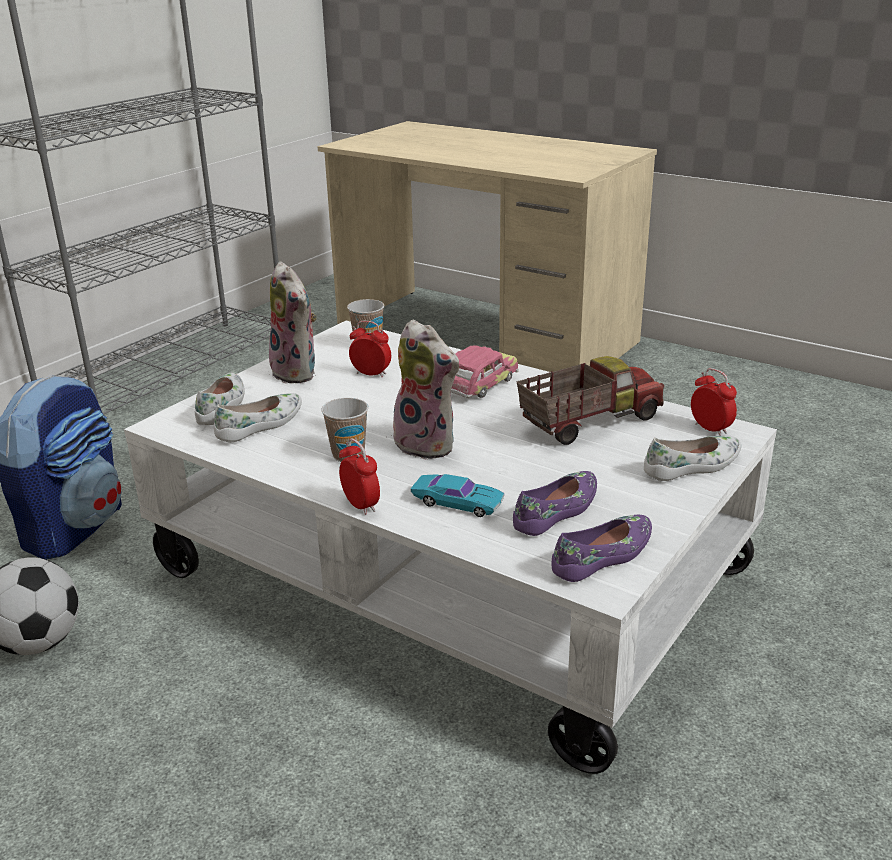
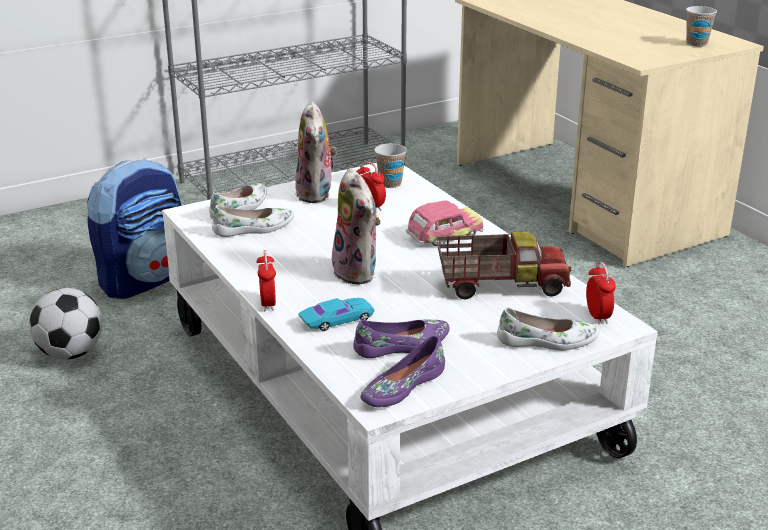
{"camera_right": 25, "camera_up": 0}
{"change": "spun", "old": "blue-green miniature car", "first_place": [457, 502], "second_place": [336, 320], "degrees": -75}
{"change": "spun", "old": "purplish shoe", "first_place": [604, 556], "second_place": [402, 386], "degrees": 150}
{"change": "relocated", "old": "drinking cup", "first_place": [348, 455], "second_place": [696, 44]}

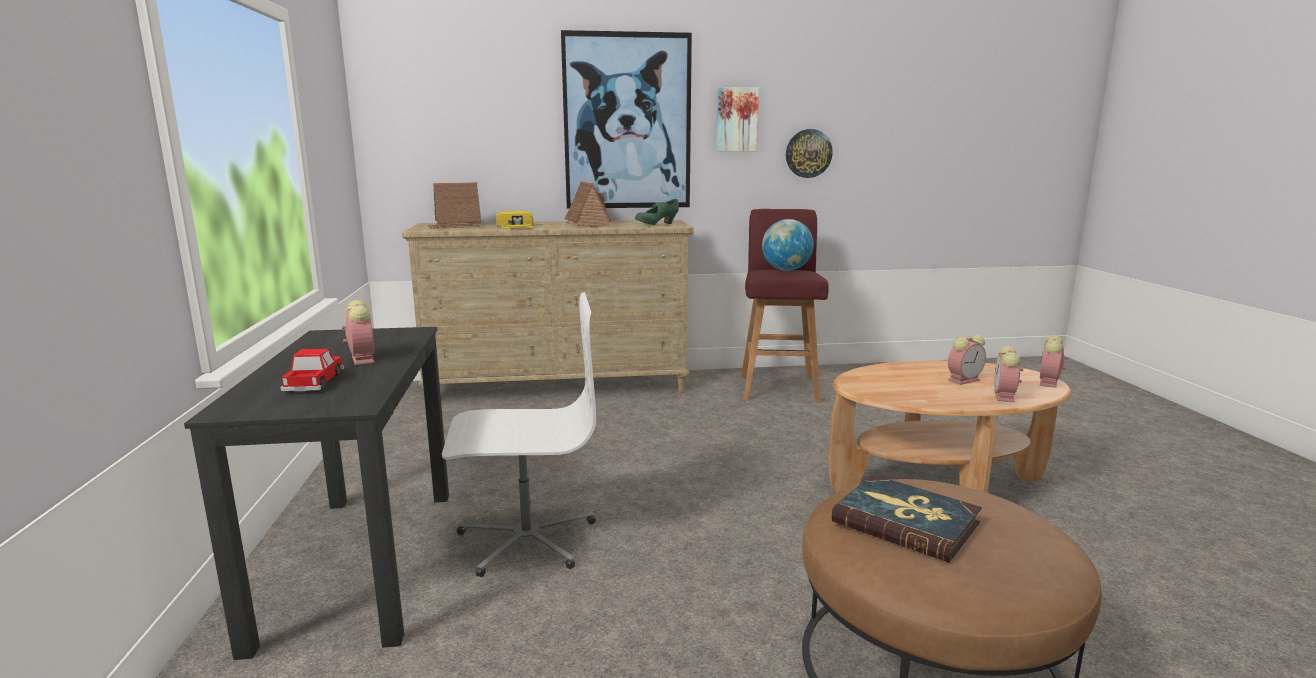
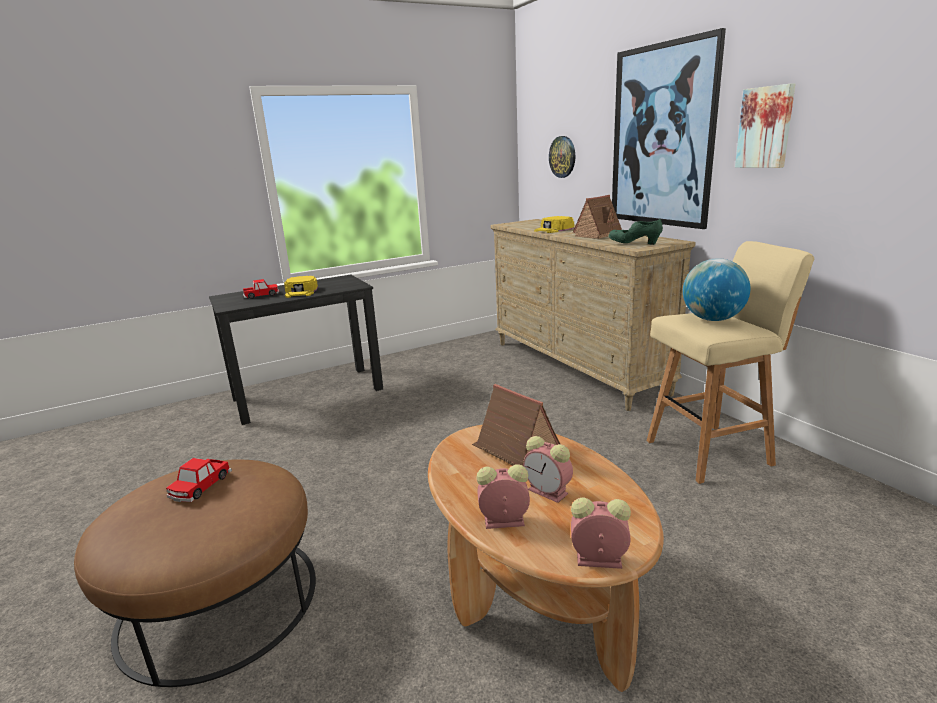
{"camera_right": 70, "camera_up": 5}
{"change": "exchanged", "old": "book", "new": "miniature car", "first_place": [906, 522], "second_place": [200, 486]}
{"change": "exchanged", "old": "table clock", "new": "yellow-coloured cap", "first_place": [362, 358], "second_place": [301, 291]}
{"change": "relocated", "old": "toy house", "first_place": [455, 226], "second_place": [514, 449]}
{"change": "relocated", "old": "clock on the wall", "first_place": [808, 153], "second_place": [562, 157]}
{"change": "colour", "old": "reddish stool", "new": "beige-coloured stool", "first_place": [779, 387], "second_place": [711, 452]}
{"change": "missing", "old": "white-coloured computer chair", "first_place": [526, 539]}

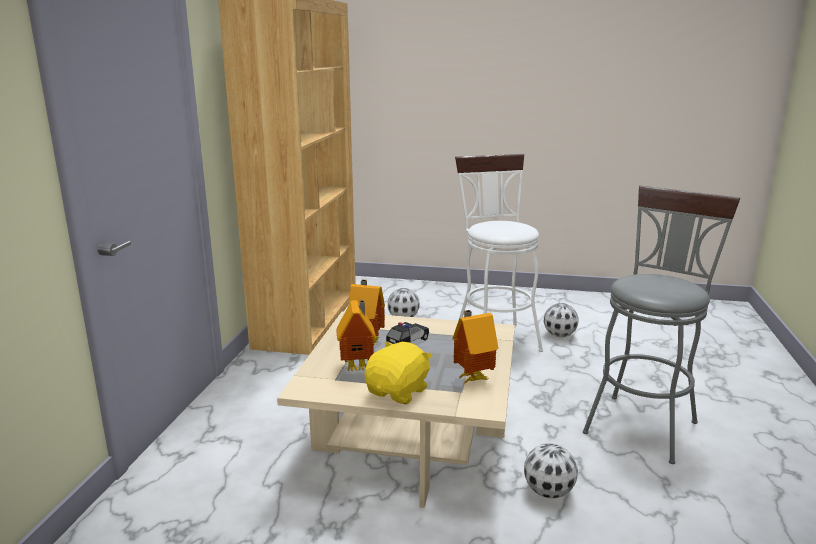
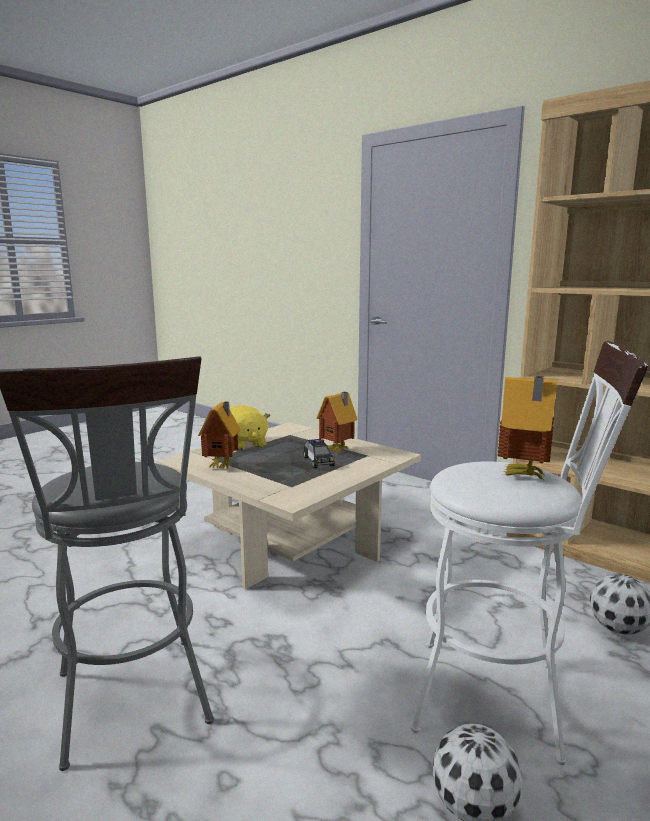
{"camera_right": 120, "camera_up": -5}
{"change": "relocated", "old": "toy house", "first_place": [358, 367], "second_place": [523, 476]}
{"change": "missing", "old": "football ball", "first_place": [549, 492]}

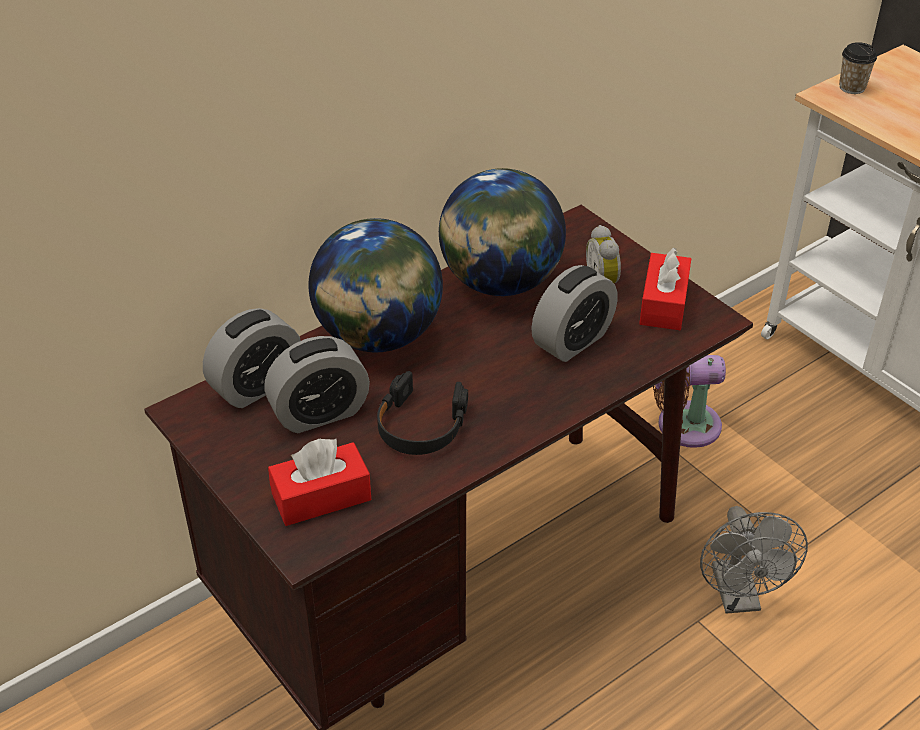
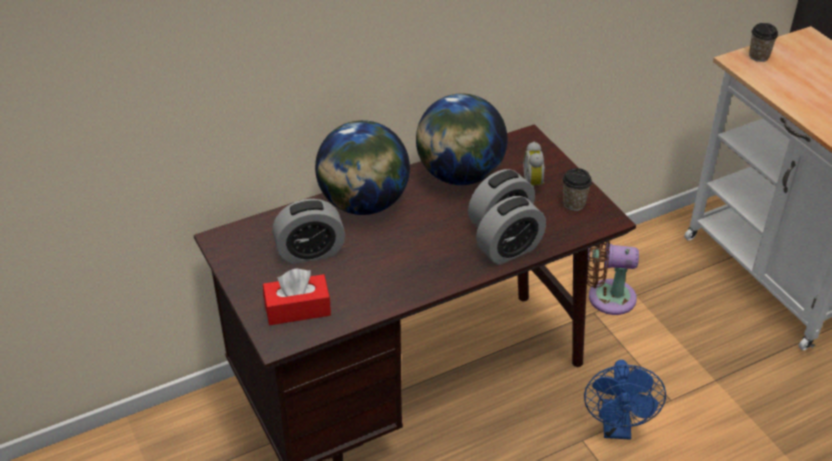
{"camera_right": 10, "camera_up": 0}
{"change": "relocated", "old": "table clock", "first_place": [257, 386], "second_place": [509, 250]}
{"change": "exchanged", "old": "reddish box of tissues", "new": "drinking cup", "first_place": [663, 304], "second_place": [574, 203]}
{"change": "colour", "old": "greyish fan", "new": "blue fan", "first_place": [739, 598], "second_place": [617, 428]}
{"change": "missing", "old": "black-coloured headphones", "first_place": [420, 425]}

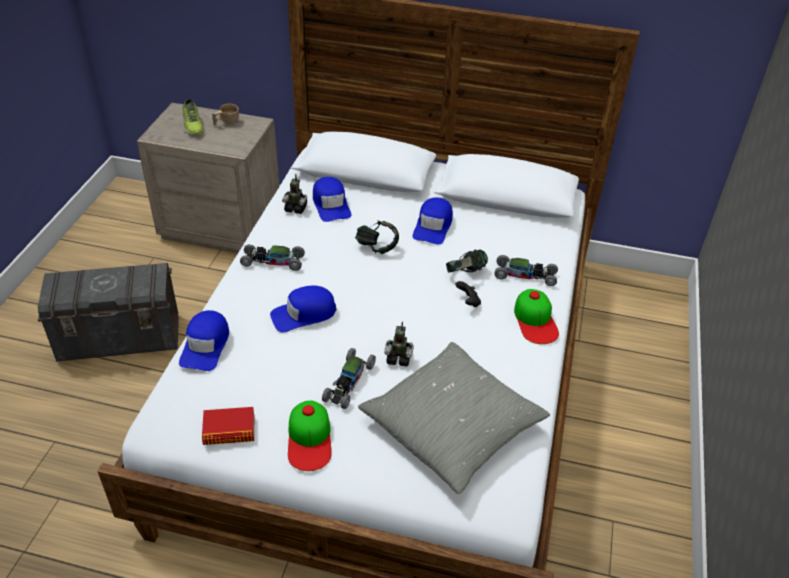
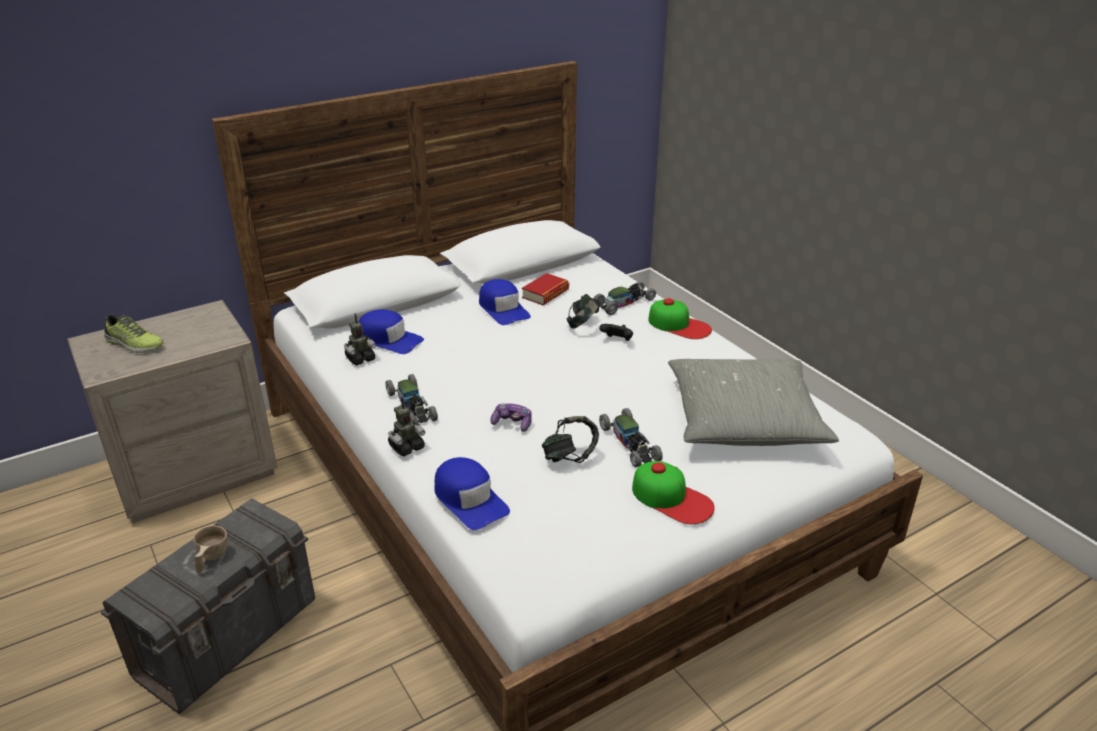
{"camera_right": -45, "camera_up": -10}
{"change": "relocated", "old": "beige-coloured drinking cup", "first_place": [226, 122], "second_place": [210, 559]}
{"change": "spun", "old": "miniature car", "first_place": [273, 261], "second_place": [412, 406], "degrees": -75}
{"change": "relocated", "old": "toy robot", "first_place": [398, 358], "second_place": [406, 447]}
{"change": "exchanged", "old": "blue cap", "new": "joypad", "first_place": [303, 314], "second_place": [512, 423]}
{"change": "relocated", "old": "book", "first_place": [229, 430], "second_place": [545, 294]}
{"change": "relocated", "old": "headphones", "first_place": [377, 247], "second_place": [570, 456]}

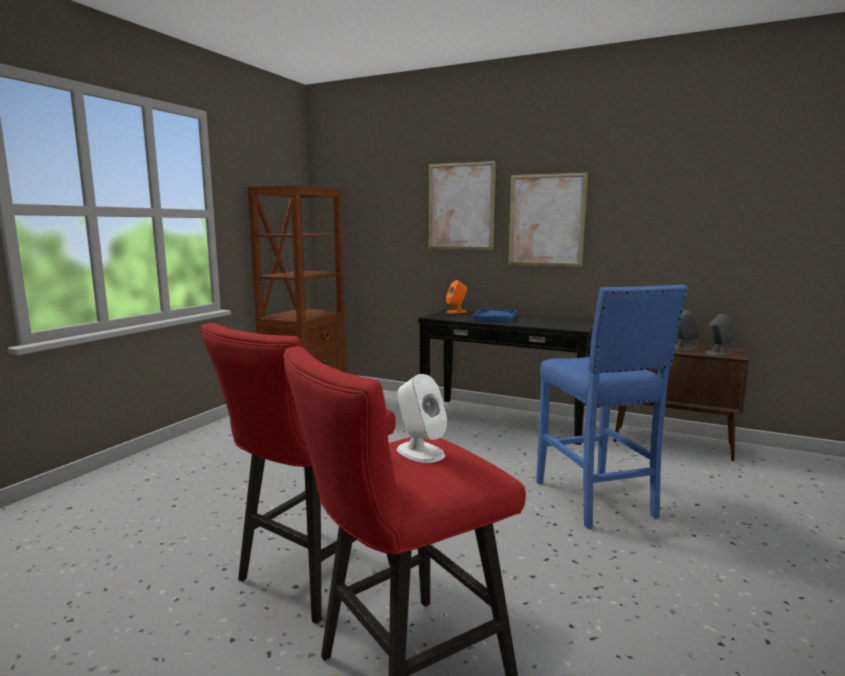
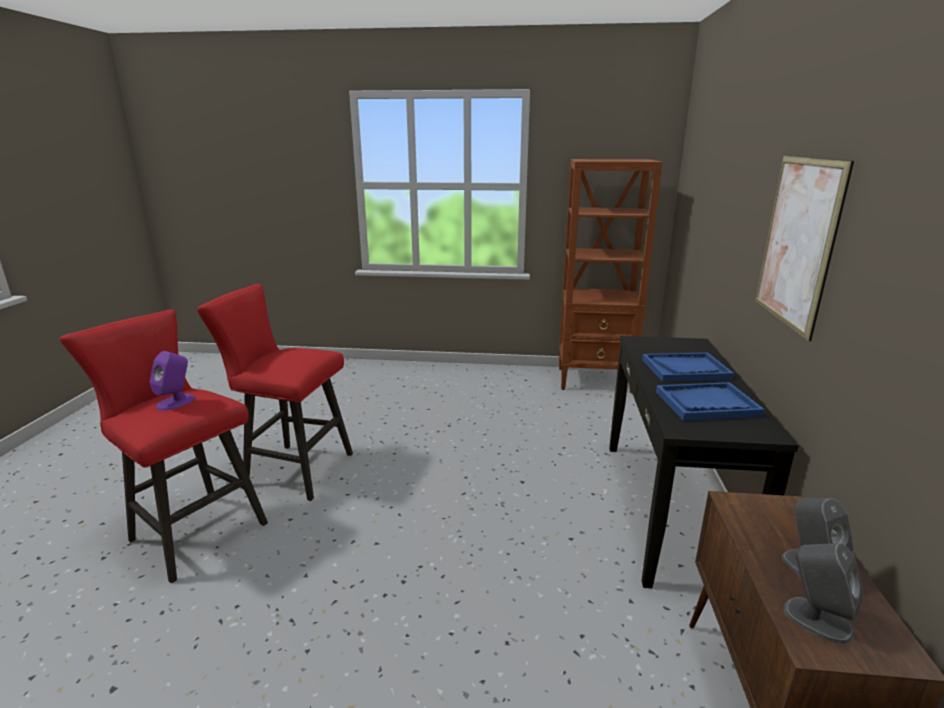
{"camera_right": 70, "camera_up": 10}
{"change": "colour", "old": "white-coloured loudspeaker", "new": "purplish loudspeaker", "first_place": [420, 452], "second_place": [176, 402]}
{"change": "appeared", "new": "blue tray", "second_place": [706, 404]}
{"change": "missing", "old": "wall art", "first_place": [461, 206]}
{"change": "missing", "old": "orange-coloured loudspeaker", "first_place": [456, 312]}
{"change": "missing", "old": "blue stool", "first_place": [595, 500]}

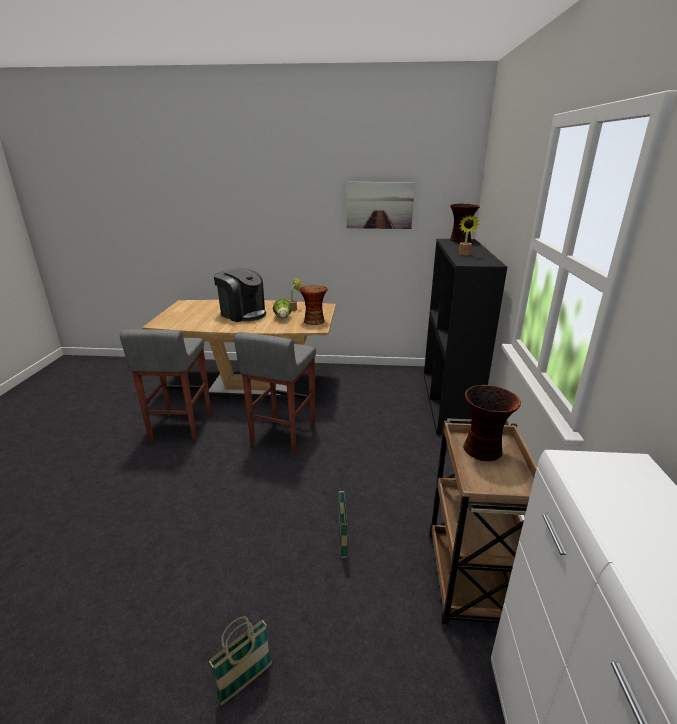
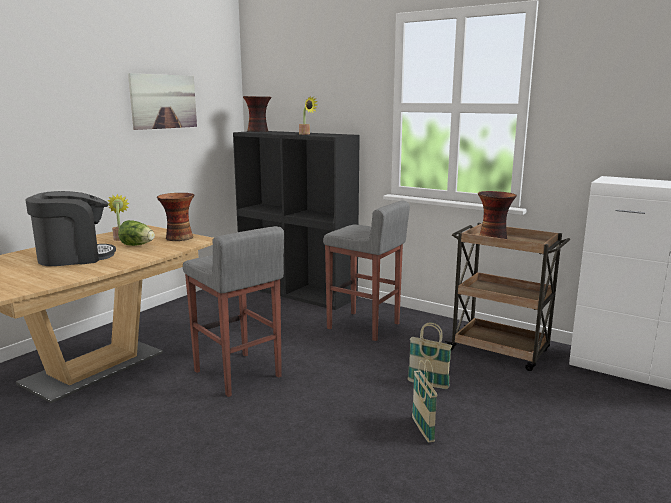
{"camera_right": -60, "camera_up": -10}
{"change": "relocated", "old": "greyish stool", "first_place": [180, 428], "second_place": [364, 326]}
{"change": "relocated", "old": "basket", "first_place": [245, 682], "second_place": [422, 430]}

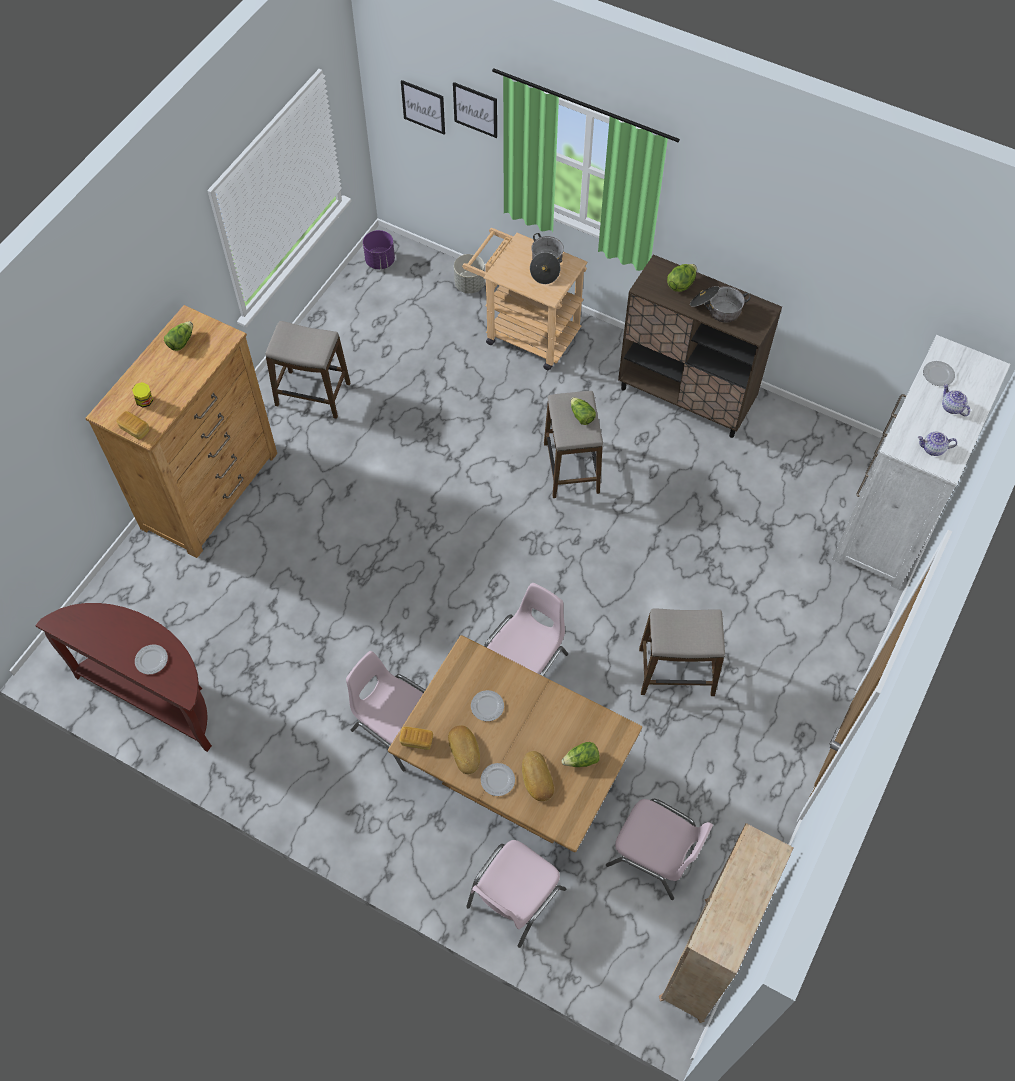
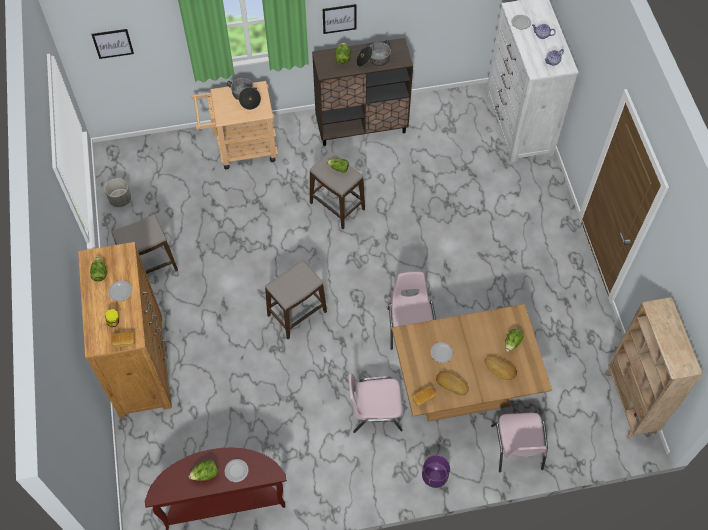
{"camera_right": -40, "camera_up": 0}
{"change": "relocated", "old": "greyish plant pot", "first_place": [470, 284], "second_place": [120, 199]}
{"change": "relocated", "old": "flat dish", "first_place": [498, 780], "second_place": [121, 291]}
{"change": "appeared", "new": "head of lettuce", "second_place": [205, 474]}
{"change": "relocated", "old": "stool", "first_place": [676, 672], "second_place": [296, 313]}
{"change": "relocated", "old": "wall art", "first_place": [475, 109], "second_place": [339, 18]}
{"change": "relocated", "old": "purplish plant pot", "first_place": [380, 261], "second_place": [434, 476]}
{"change": "missing", "old": "pinkish chair", "first_place": [655, 855]}

